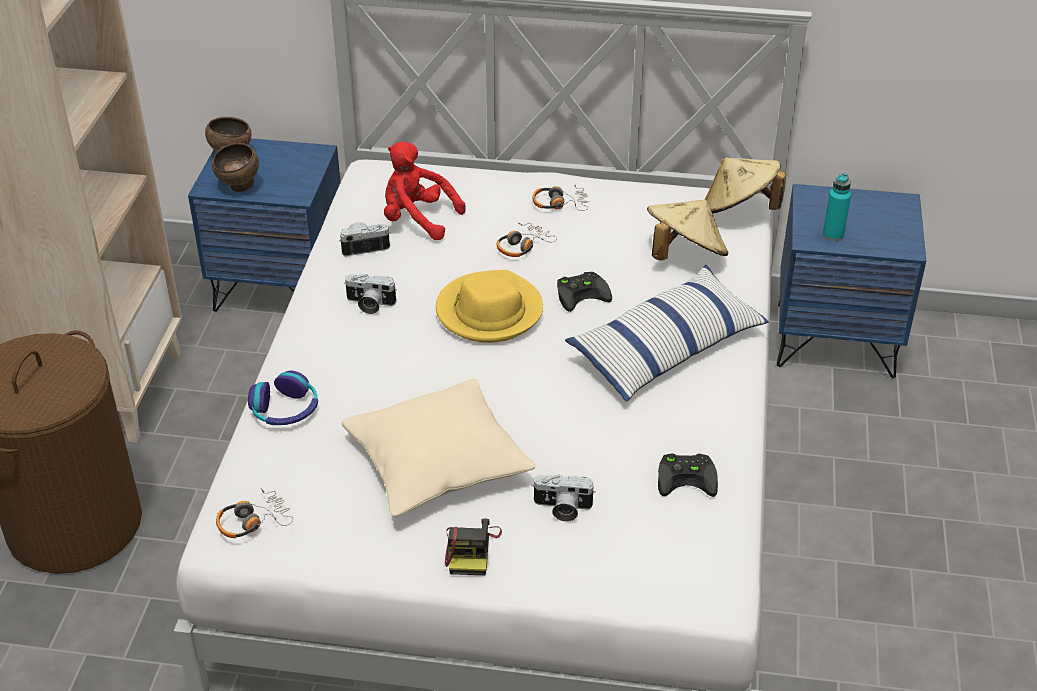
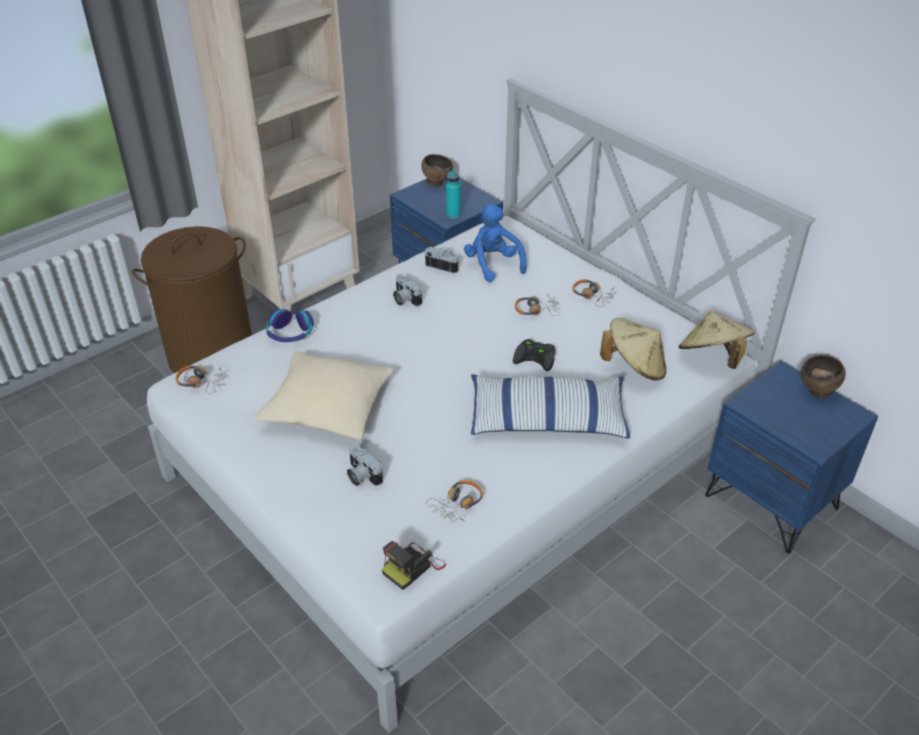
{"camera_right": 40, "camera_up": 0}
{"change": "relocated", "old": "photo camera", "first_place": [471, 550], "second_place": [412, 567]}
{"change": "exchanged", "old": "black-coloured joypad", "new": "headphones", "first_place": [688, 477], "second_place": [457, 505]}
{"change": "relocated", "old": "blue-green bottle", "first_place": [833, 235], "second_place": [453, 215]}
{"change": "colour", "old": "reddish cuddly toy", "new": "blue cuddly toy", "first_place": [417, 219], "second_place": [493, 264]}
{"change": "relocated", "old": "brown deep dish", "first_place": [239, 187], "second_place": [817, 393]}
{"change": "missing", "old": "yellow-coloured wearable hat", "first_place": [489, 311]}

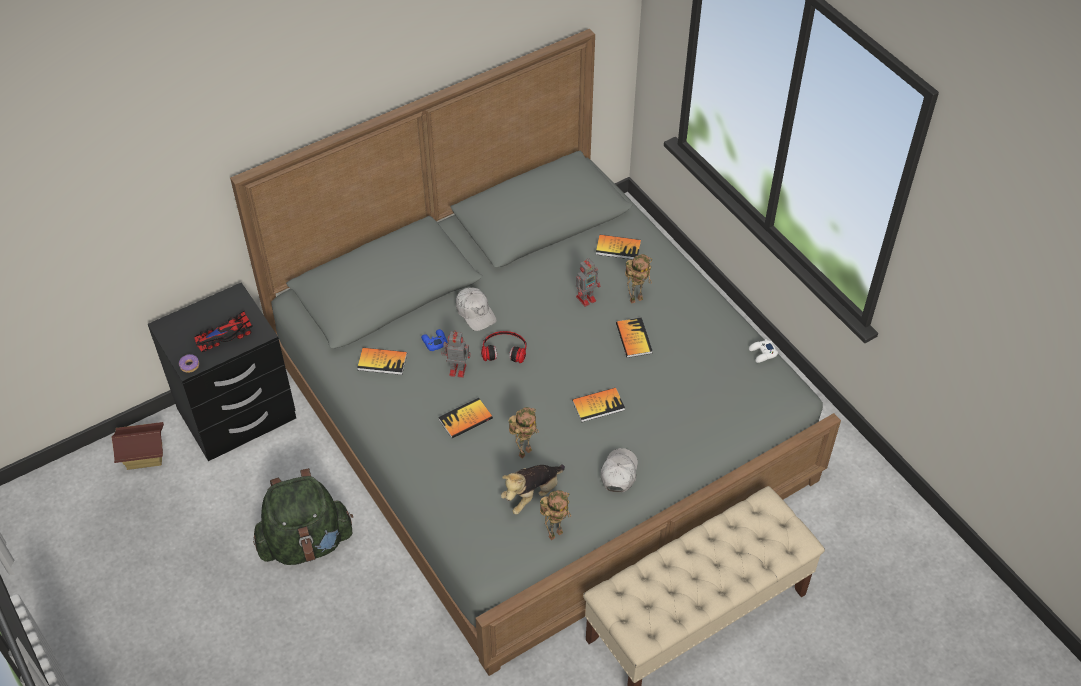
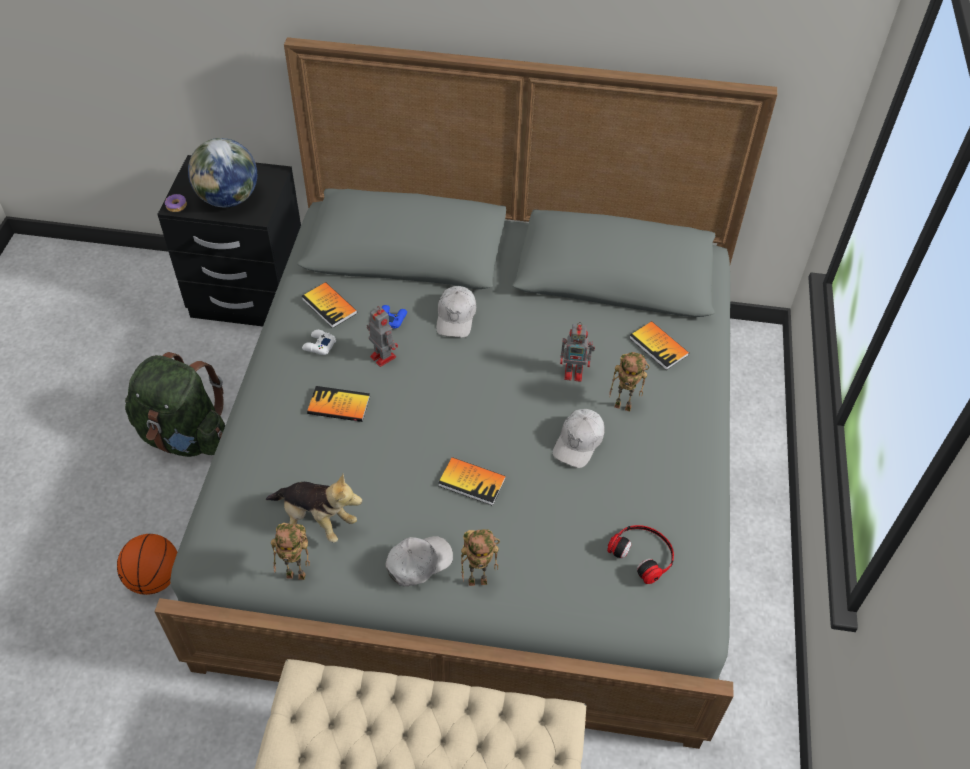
{"camera_right": 40, "camera_up": 0}
{"change": "appeared", "new": "basketball", "second_place": [155, 579]}
{"change": "exchanged", "old": "miniature car", "new": "world globe", "first_place": [224, 335], "second_place": [228, 199]}
{"change": "spun", "old": "cuddly toy", "first_place": [532, 494], "second_place": [316, 519], "degrees": -150}
{"change": "relocated", "old": "white-coloured joypad", "first_place": [762, 353], "second_place": [319, 345]}
{"change": "relocated", "old": "toy robot", "first_place": [524, 451], "second_place": [479, 580]}
{"change": "exchanged", "old": "book", "new": "white-coloured cap", "first_place": [633, 338], "second_place": [579, 442]}
{"change": "relocated", "old": "headphones", "first_place": [504, 349], "second_place": [643, 553]}
{"change": "missing", "old": "toy house", "first_place": [144, 456]}

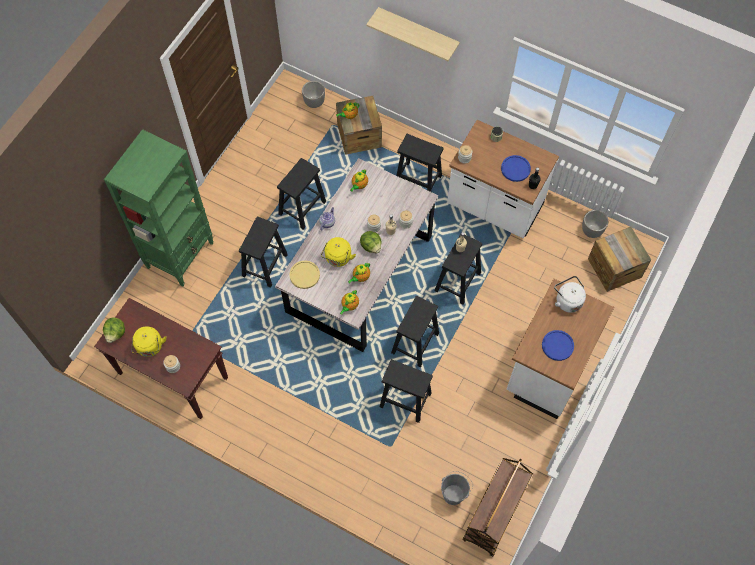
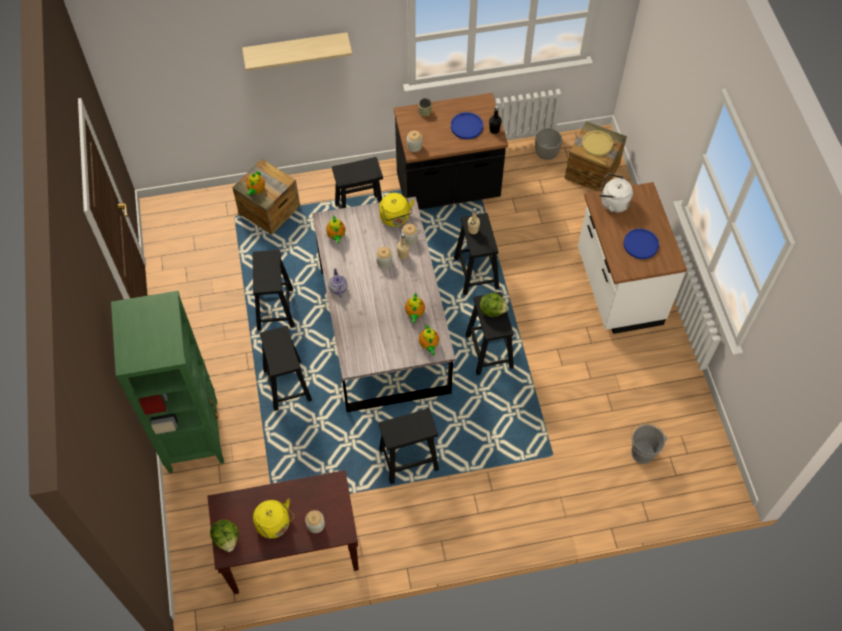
{"camera_right": -40, "camera_up": -5}
{"change": "relocated", "old": "black-coloured stool", "first_place": [404, 399], "second_place": [408, 460]}
{"change": "relocated", "old": "yellow-coloured tea kettle", "first_place": [338, 258], "second_place": [395, 218]}
{"change": "colour", "old": "white-coloured kitchen counter", "new": "black-coloured kitchen counter", "first_place": [494, 206], "second_place": [448, 189]}
{"change": "relocated", "old": "head of lettuce", "first_place": [371, 246], "second_place": [492, 310]}
{"change": "relocated", "old": "yellow-coloured flat dish", "first_place": [304, 275], "second_place": [597, 144]}
{"change": "missing", "old": "plant pot", "first_place": [314, 102]}
{"change": "missing", "old": "brown trolley", "first_place": [494, 515]}

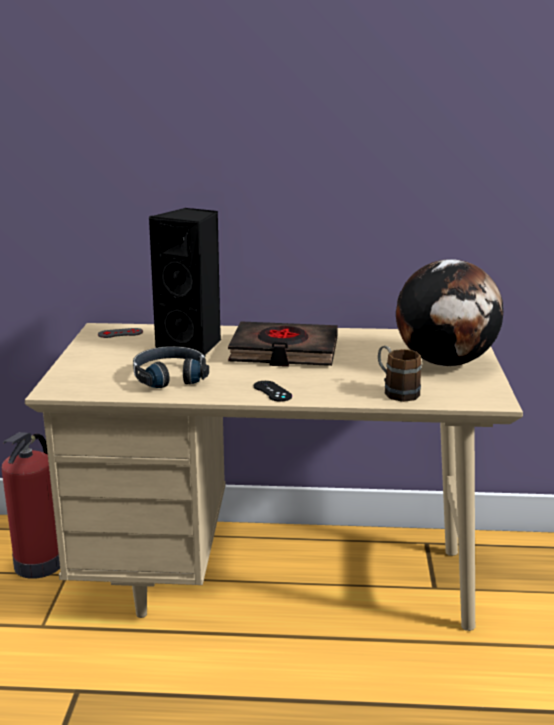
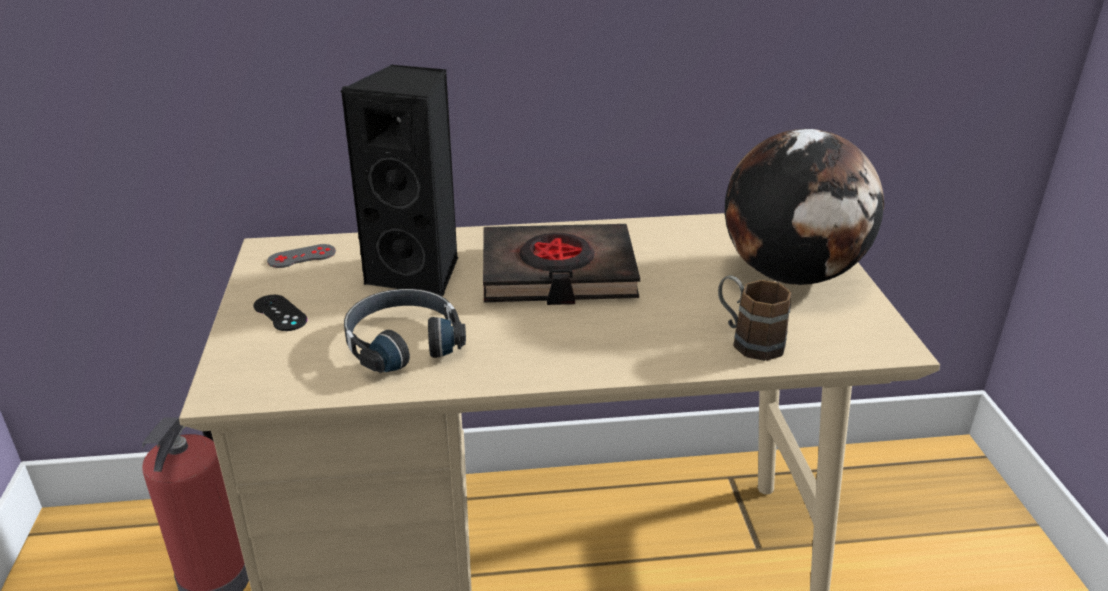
{"camera_right": -10, "camera_up": 10}
{"change": "relocated", "old": "black-coloured joypad", "first_place": [272, 391], "second_place": [280, 313]}

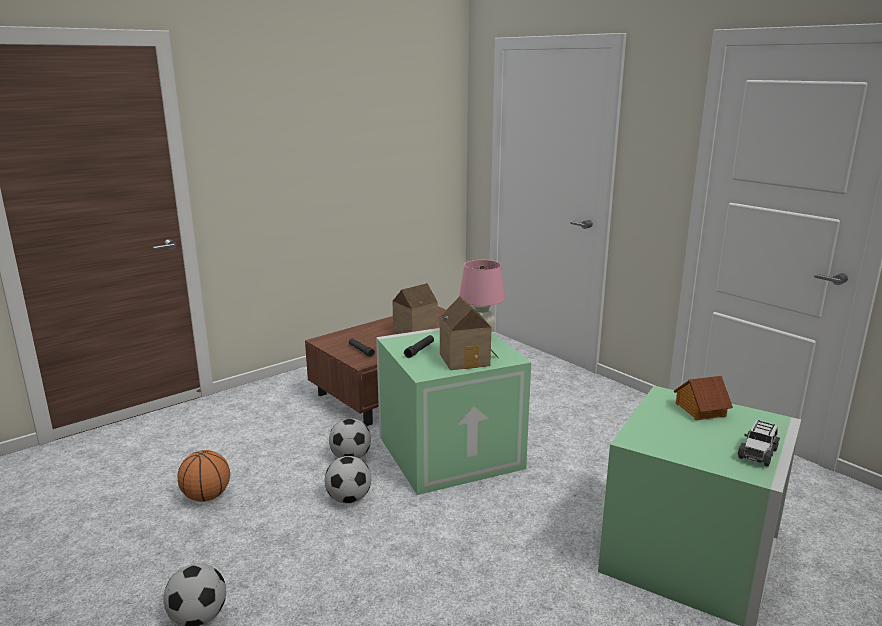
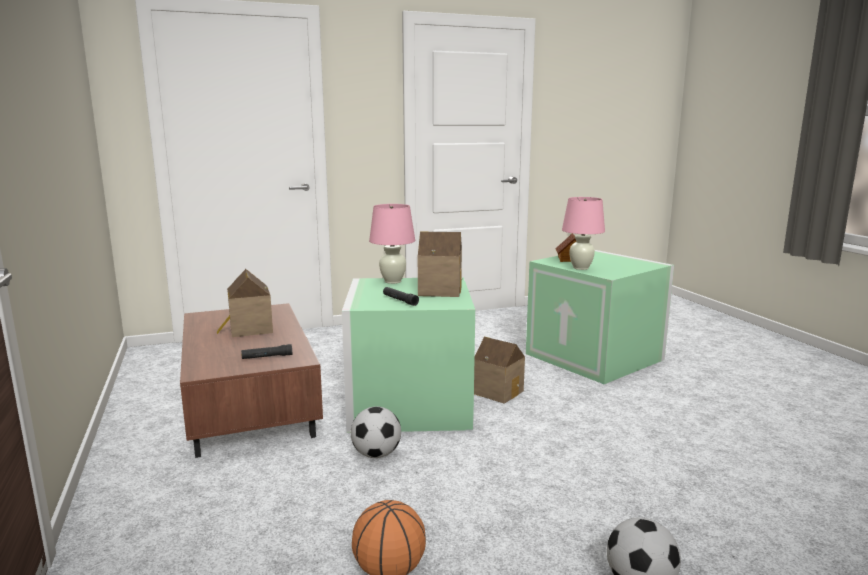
{"camera_right": -70, "camera_up": -5}
{"change": "appeared", "new": "toy house", "second_place": [499, 391]}
{"change": "appeared", "new": "pinkish lamp for a table", "second_place": [581, 268]}
{"change": "missing", "old": "football ball", "first_place": [349, 499]}
{"change": "missing", "old": "miniature car", "first_place": [758, 453]}

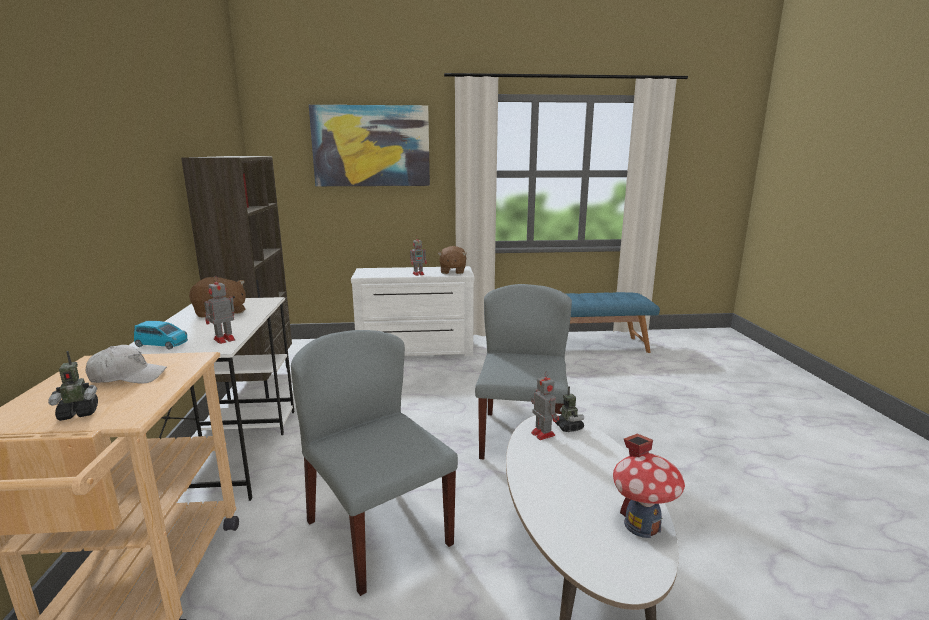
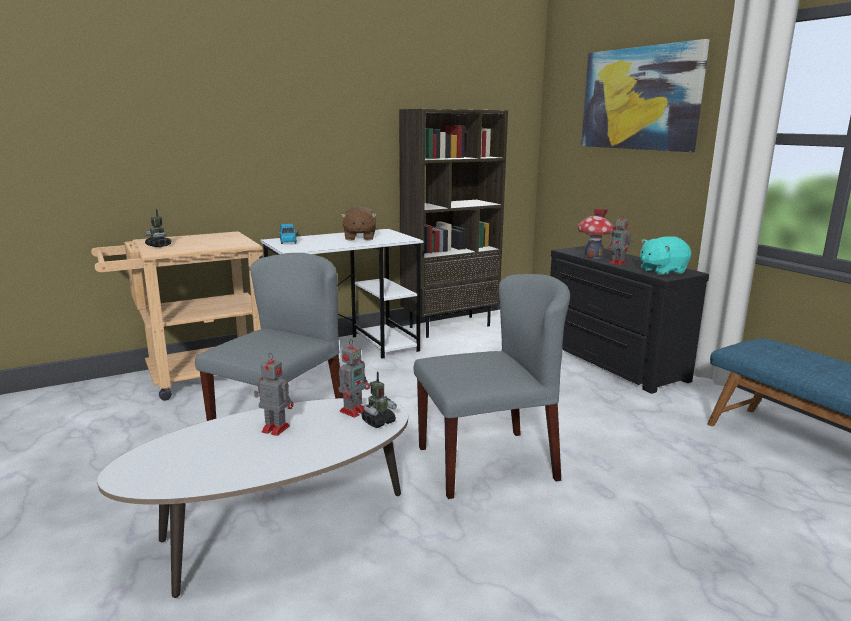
{"camera_right": 65, "camera_up": 0}
{"change": "relocated", "old": "toy robot", "first_place": [223, 340], "second_place": [274, 428]}
{"change": "colour", "old": "white-coloured drawer chest", "new": "black-coloured drawer chest", "first_place": [415, 350], "second_place": [610, 362]}
{"change": "relocated", "old": "toy house", "first_place": [642, 525], "second_place": [593, 257]}
{"change": "colour", "old": "brown cuddly toy", "new": "blue-green cuddly toy", "first_place": [452, 271], "second_place": [661, 271]}
{"change": "missing", "old": "white-coloured cap", "first_place": [128, 376]}

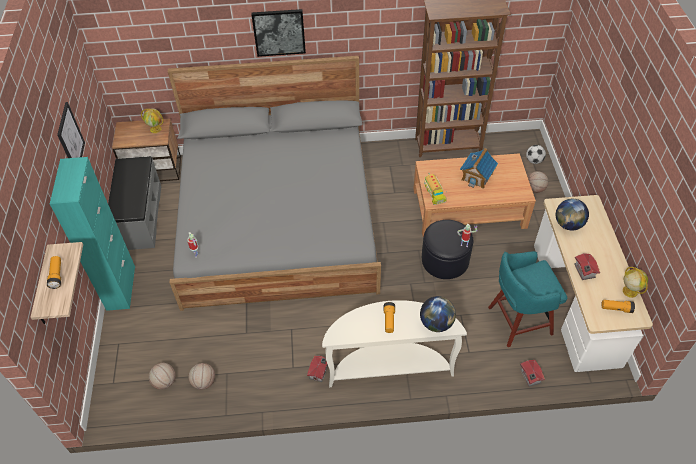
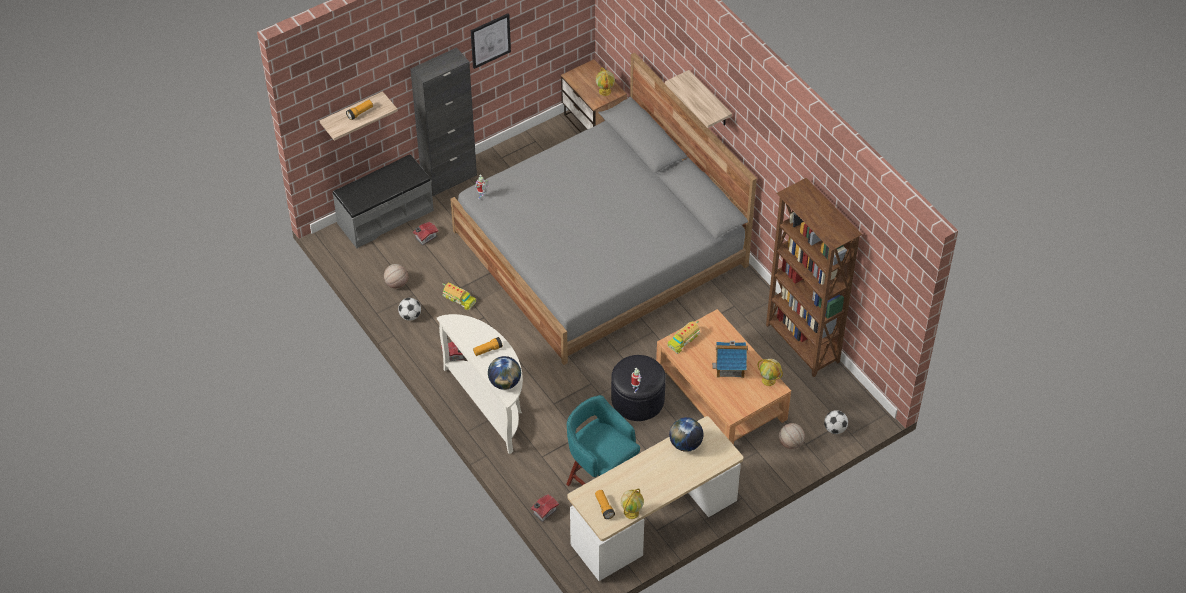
{"camera_right": 60, "camera_up": 0}
{"change": "relocated", "old": "greyish long seat", "first_place": [139, 217], "second_place": [385, 216]}
{"change": "appeared", "new": "football ball", "second_place": [410, 316]}
{"change": "colour", "old": "blue-green cabinet", "new": "black-coloured cabinet", "first_place": [121, 288], "second_place": [449, 179]}
{"change": "relocated", "old": "toy house", "first_place": [584, 271], "second_place": [425, 237]}
{"change": "appeared", "new": "toy lorry", "second_place": [458, 299]}
{"change": "exchanged", "old": "wall art", "new": "wall shelf", "first_place": [279, 32], "second_place": [709, 100]}
{"change": "appeared", "new": "world globe", "second_place": [769, 380]}
{"change": "missing", "old": "basketball", "first_place": [164, 382]}

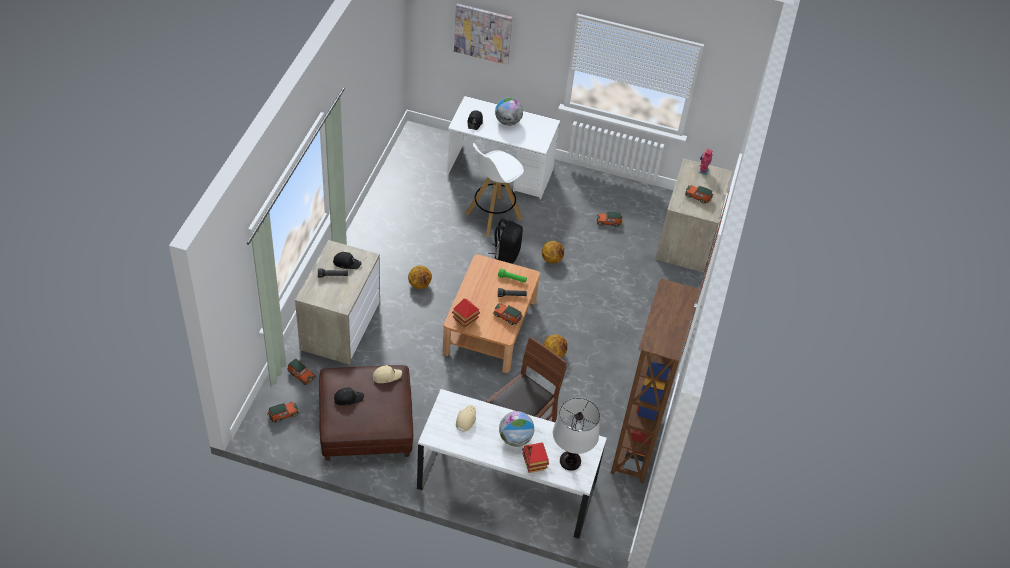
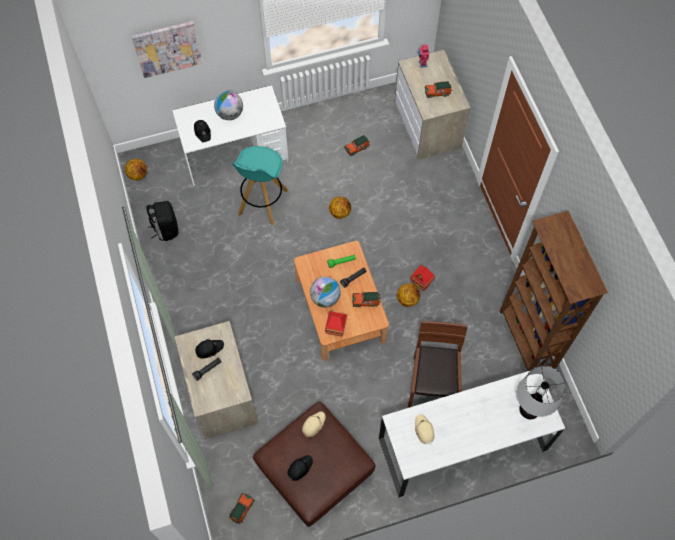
{"camera_right": -30, "camera_up": 15}
{"change": "relocated", "old": "basketball", "first_place": [420, 284], "second_place": [138, 175]}
{"change": "relocated", "old": "black-coloured knapsack", "first_place": [506, 254], "second_place": [166, 229]}
{"change": "colour", "old": "white-coloured stool", "new": "blue-green stool", "first_place": [493, 216], "second_place": [262, 203]}
{"change": "relocated", "old": "world globe", "first_place": [515, 438], "second_place": [325, 298]}
{"change": "relocated", "old": "toy house", "first_place": [534, 464], "second_place": [421, 282]}
{"change": "missing", "old": "miniature car", "first_place": [301, 375]}

